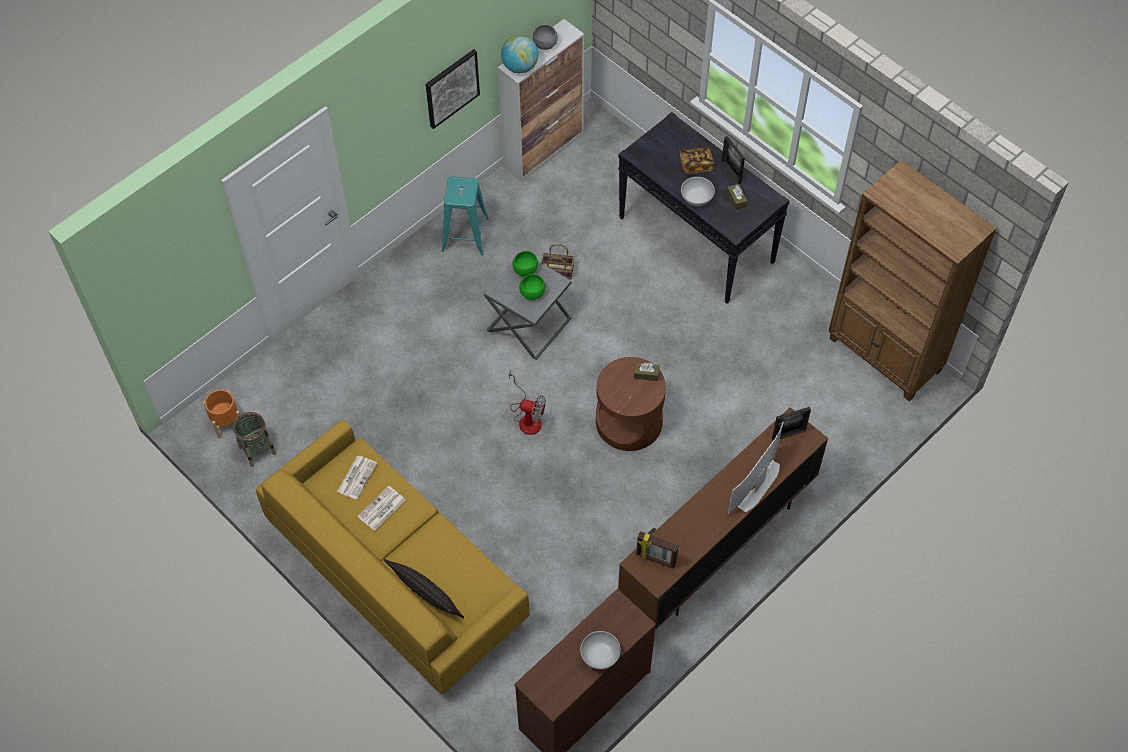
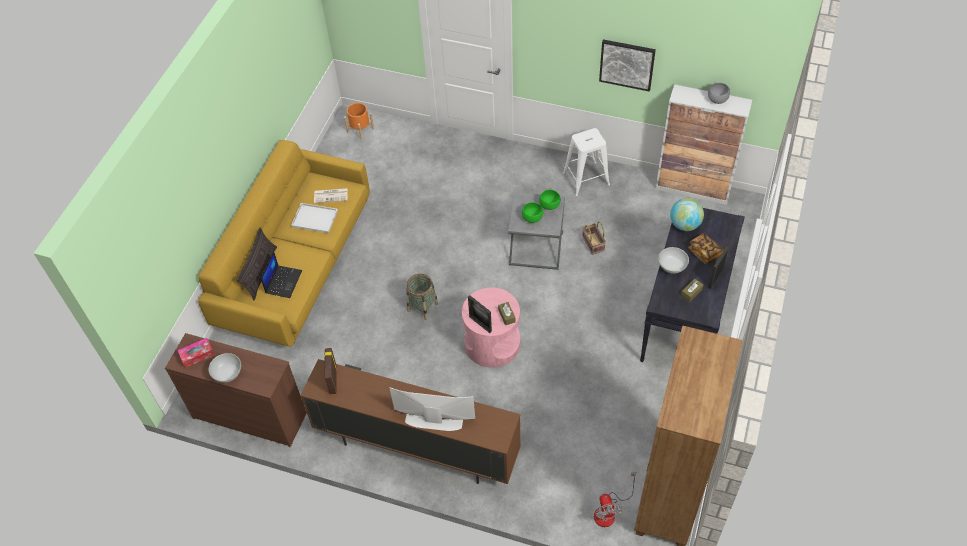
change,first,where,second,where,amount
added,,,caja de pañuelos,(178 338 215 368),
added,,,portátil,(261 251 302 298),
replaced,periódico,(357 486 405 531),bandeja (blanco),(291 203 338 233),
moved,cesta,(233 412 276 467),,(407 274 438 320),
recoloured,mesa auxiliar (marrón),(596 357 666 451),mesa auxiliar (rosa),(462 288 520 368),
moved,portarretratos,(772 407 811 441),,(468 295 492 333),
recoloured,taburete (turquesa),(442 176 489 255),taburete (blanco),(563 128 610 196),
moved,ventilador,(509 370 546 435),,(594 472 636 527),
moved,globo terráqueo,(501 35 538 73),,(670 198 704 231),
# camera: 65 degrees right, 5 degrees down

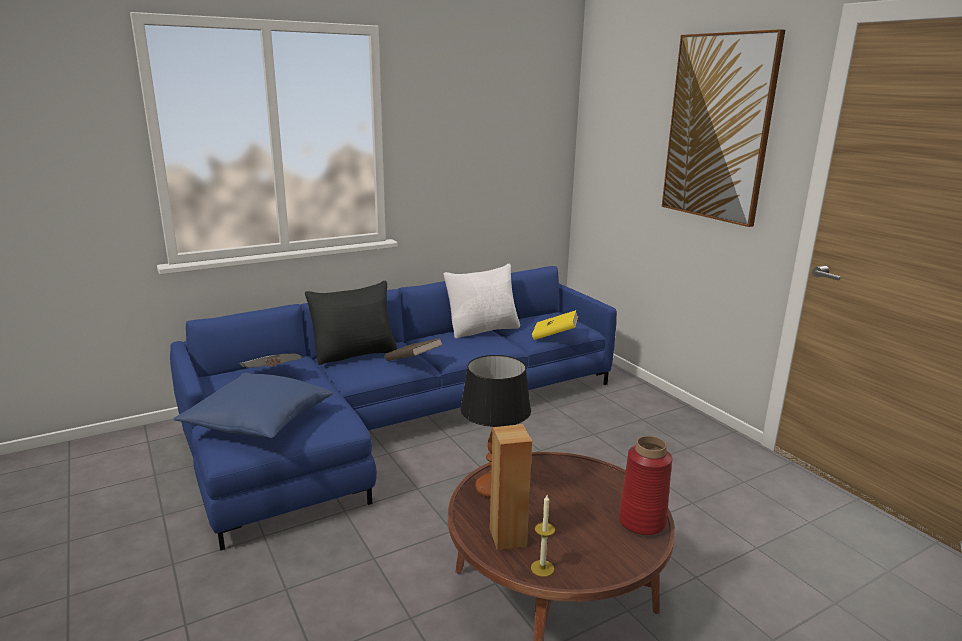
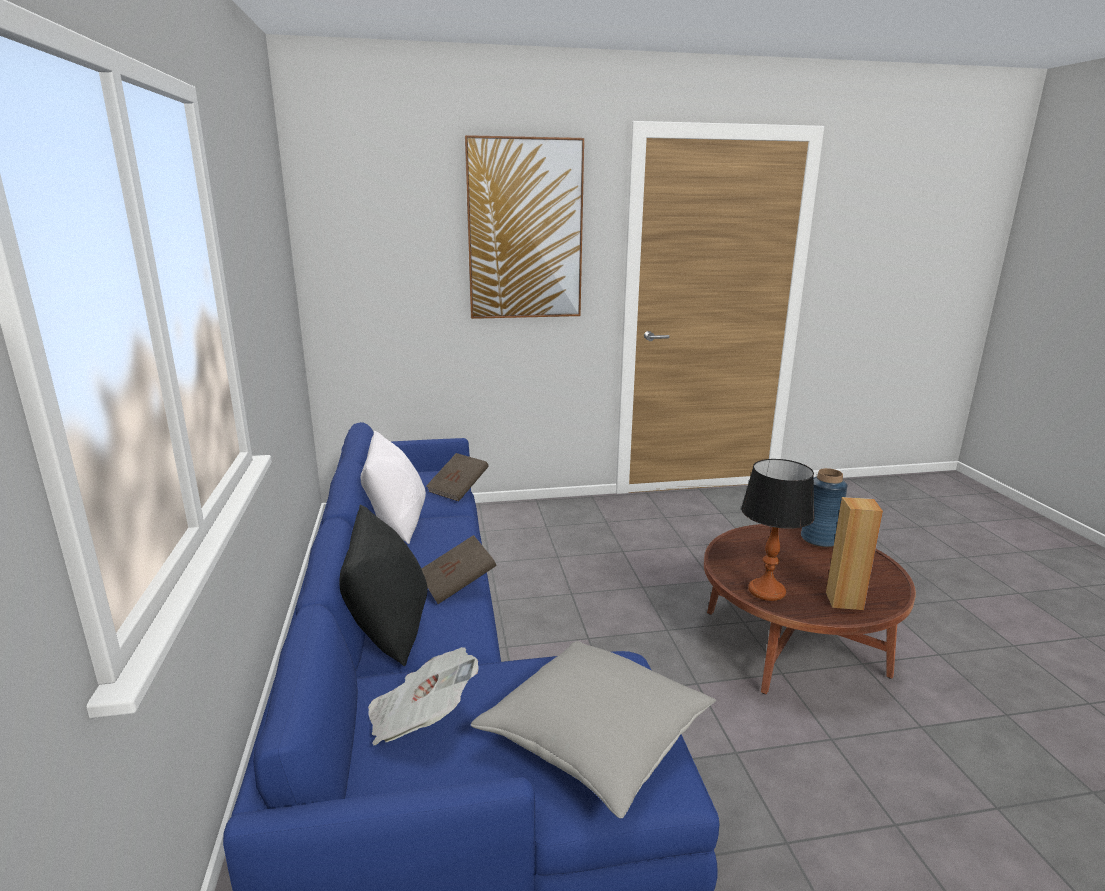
change,first,where,second,where,amount
recoloured,libro (amarillo),(532 310 578 340),libro (marrón),(426 453 488 501),
recoloured,cojín (azul),(174 373 333 438),cojín (gris),(470 641 716 818),
recoloured,florero (rojo),(619 436 672 535),florero (azul),(801 468 847 547),
removed,vela,(531 495 555 577),,,
# camera: 70 degrees left, 0 degrees up

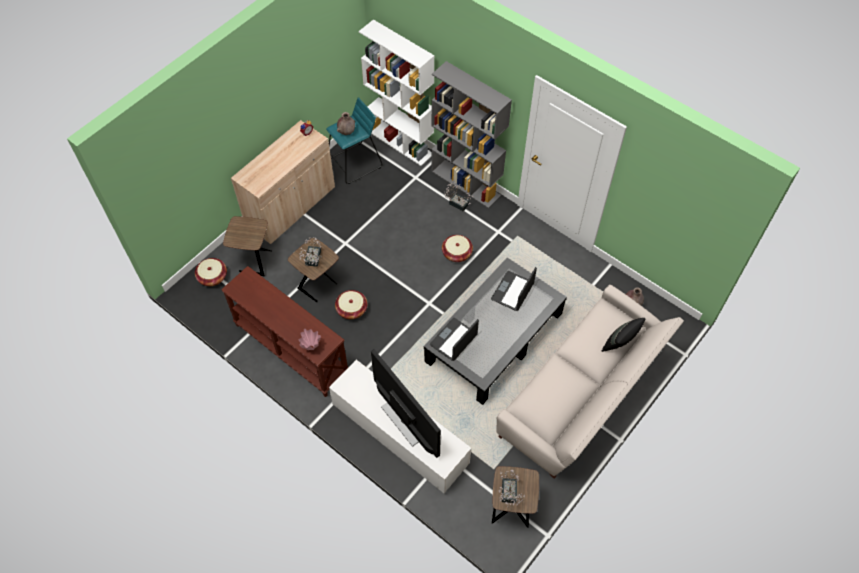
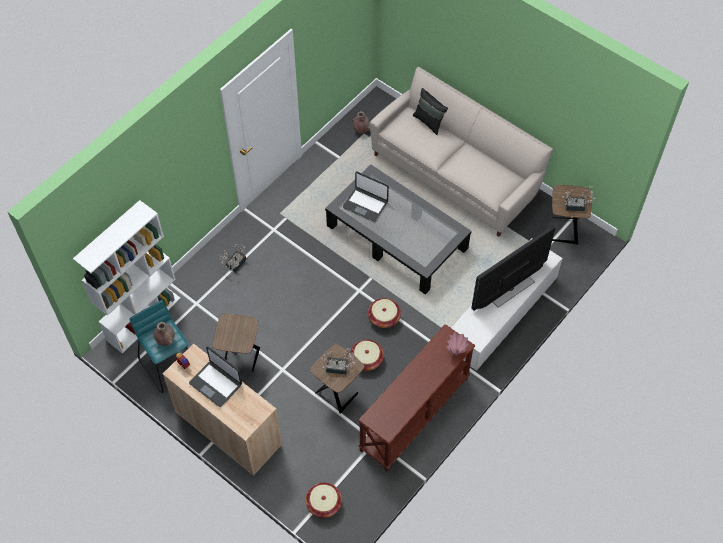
change,first,where,second,where,amount
moved,portátil,(430 318 479 361),,(189 346 242 407),
moved,mesa auxiliar (marrón),(223 216 272 276),,(212 314 260 372),
moved,cesta,(442 235 473 262),,(368 298 401 328),
removed,estantería (gris),(431 61 512 209),,,
# camera: 90 degrees left, 0 degrees up

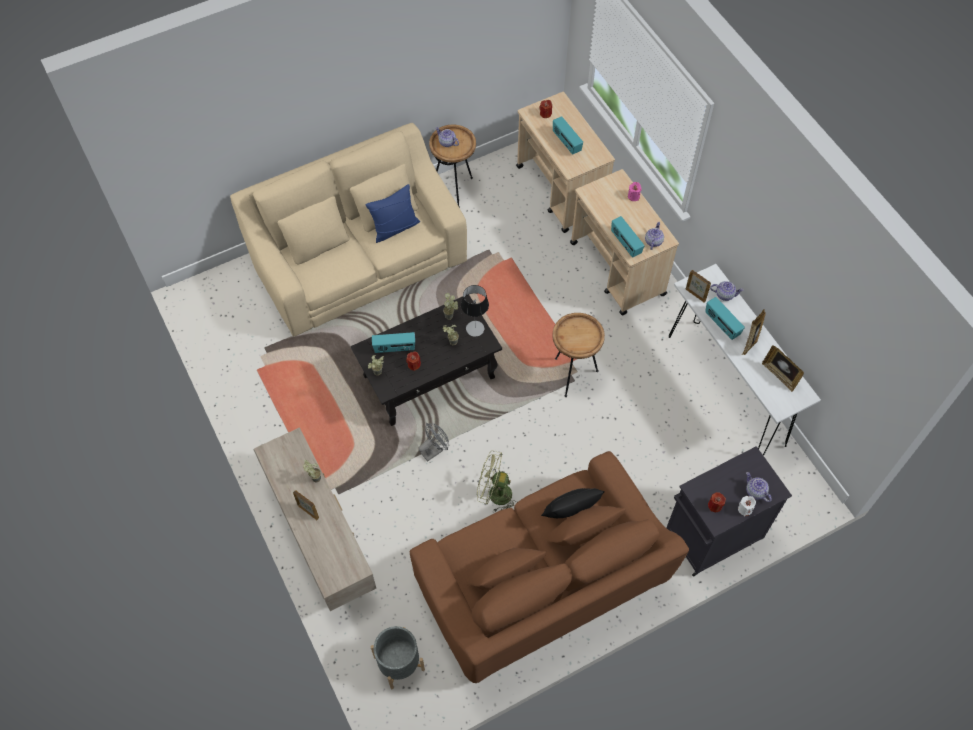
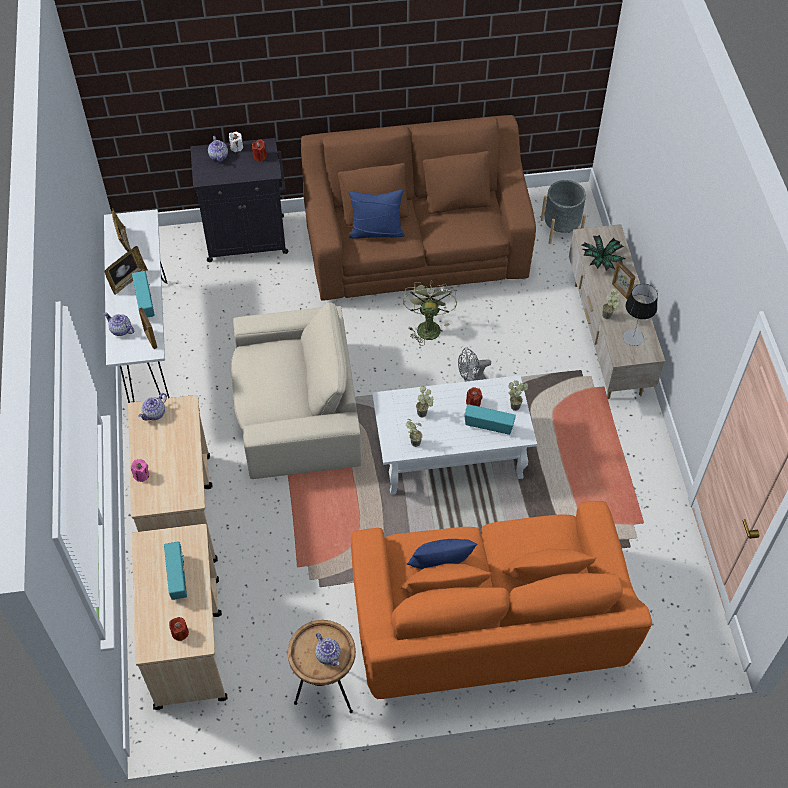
change,first,where,second,where,amount
replaced,mesa auxiliar (marrón),(552 313 605 397),sillón (beis),(231 302 361 479),
recoloured,cojín (negro),(541 488 605 518),cojín (azul),(349 190 405 238),
recoloured,sofá (beis),(230 123 467 336),sofá (naranja),(351 501 652 699),
recoloured,mesa de centro (negro),(351 295 502 426),mesa de centro (blanco),(372 375 537 495),
turned,ventilador (verde),(477 451 517 512),,(403 280 457 346),120 degrees counterclockwise
added,,,planta en maceta,(582 235 626 271),
moved,lámpara de mesa,(461 285 489 337),,(623 284 658 346),
removed,radio,(611 216 644 258),,,
# camera: 160 degrees left, 5 degrees down

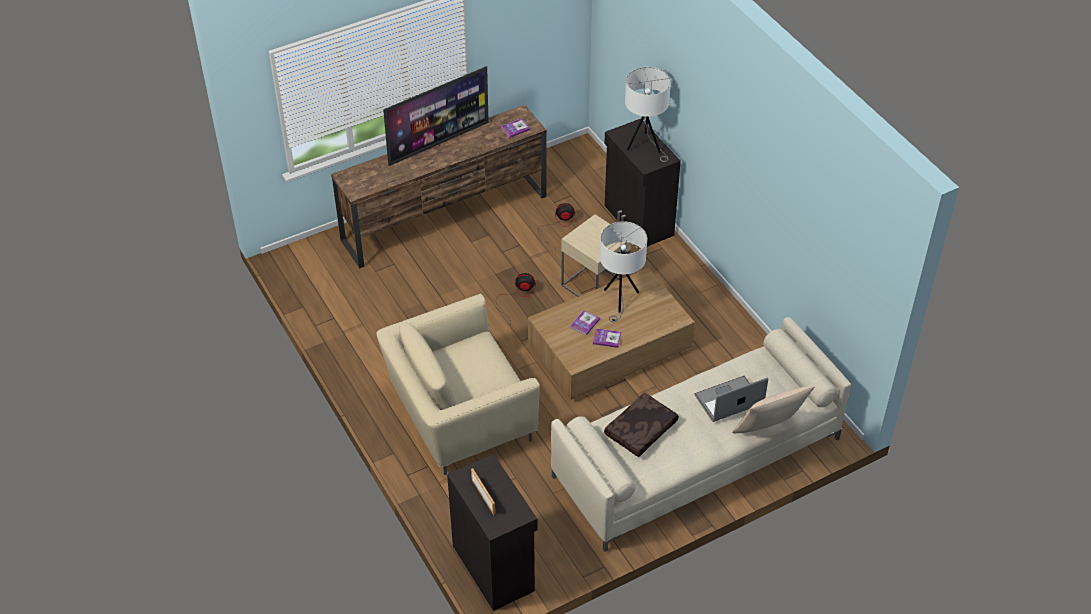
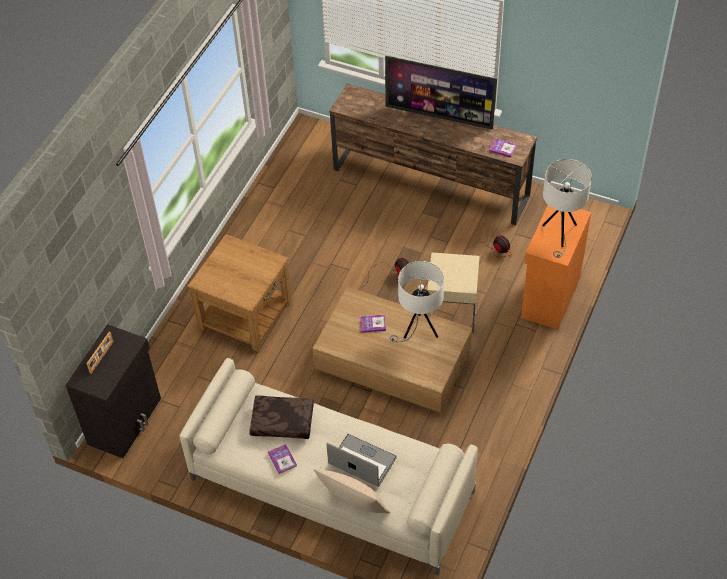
change,first,where,second,where,amount
replaced,sillón (beis),(377 294 540 475),mesa auxiliar (marrón),(187 234 292 352),
moved,libro,(593 328 621 348),,(268 444 297 474),
recoloured,armario (negro),(604 119 681 247),armario (naranja),(521 205 591 330),
# camera: 55 degrees right, 5 degrees up

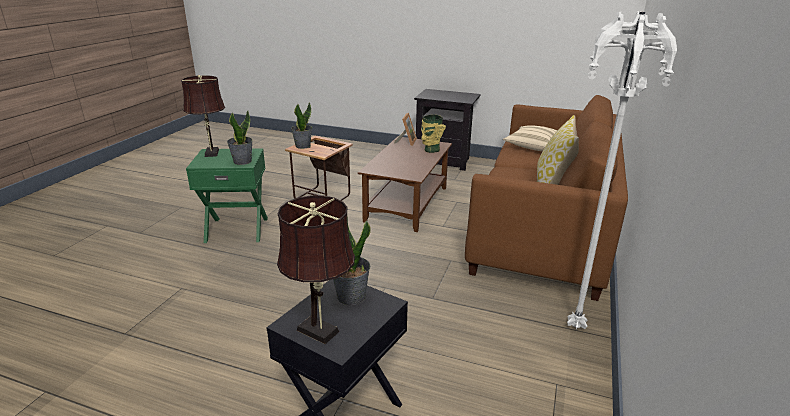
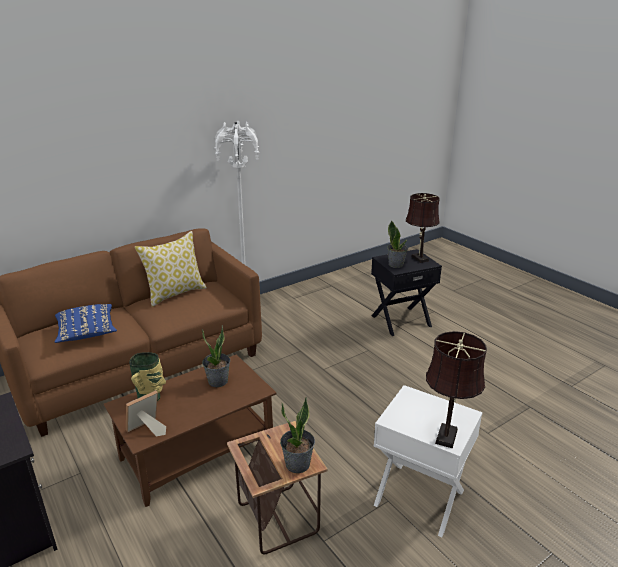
change,first,where,second,where,amount
recoloured,cojín (beis),(503 125 558 151),cojín (azul),(55 304 117 343),
moved,planta en maceta,(227 111 253 165),,(202 325 230 387),
recoloured,mesa auxiliar (verde),(186 148 268 243),mesa auxiliar (blanco),(374 385 483 537),
# camera: 145 degrees left, 0 degrees up

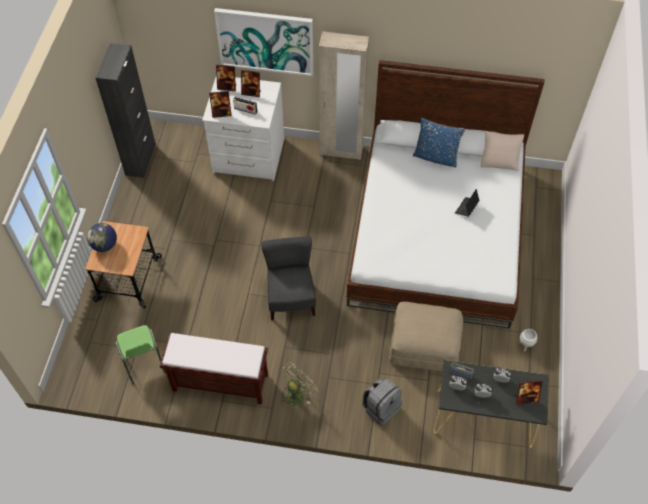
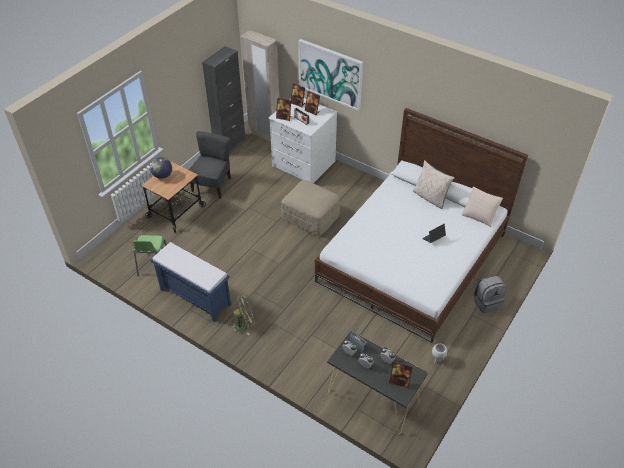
change,first,where,second,where,amount
recoloured,banco (marrón),(160 333 268 405),banco (azul),(150 242 231 322),
moved,silla (gris),(261 237 316 320),,(189 131 231 199),
moved,armario ropero (beis),(319 31 369 160),,(241 30 279 142),
moved,puf (beis),(389 301 463 372),,(281 180 340 236),
recoloured,cojín (azul),(413 117 465 167),cojín (beis),(413 160 455 209),
moved,mochila (gris),(362 378 402 426),,(473 276 506 313),
# camera: 25 degrees right, 10 degrees down

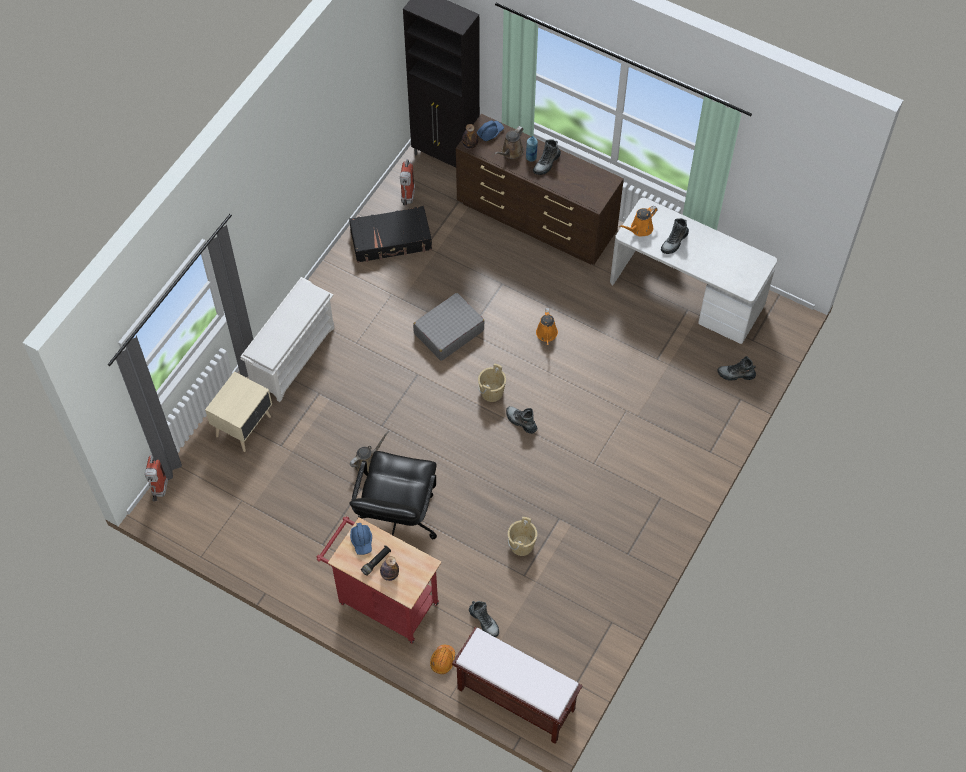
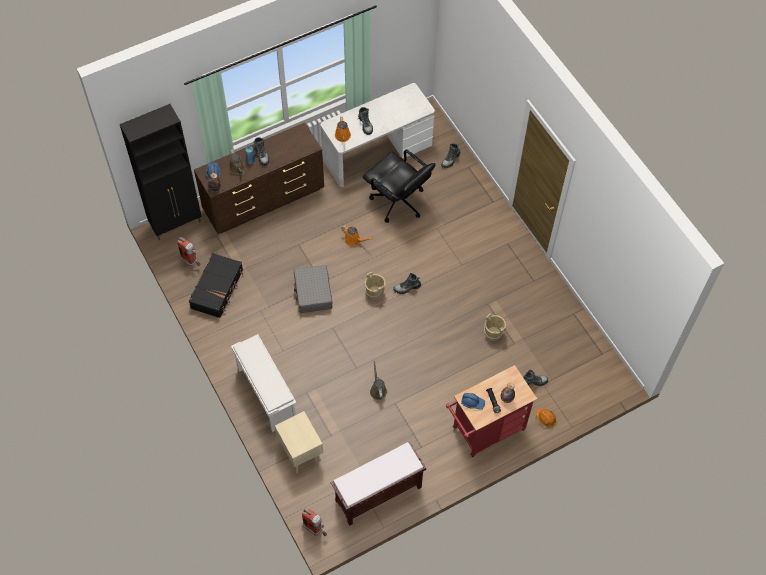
change,first,where,second,where,amount
moved,banco (marrón),(452 627 583 744),,(330 442 426 526),
moved,silla de oficina (negro),(350 451 437 539),,(363 149 435 223),
# camera: 60 degrees left, 0 degrees up

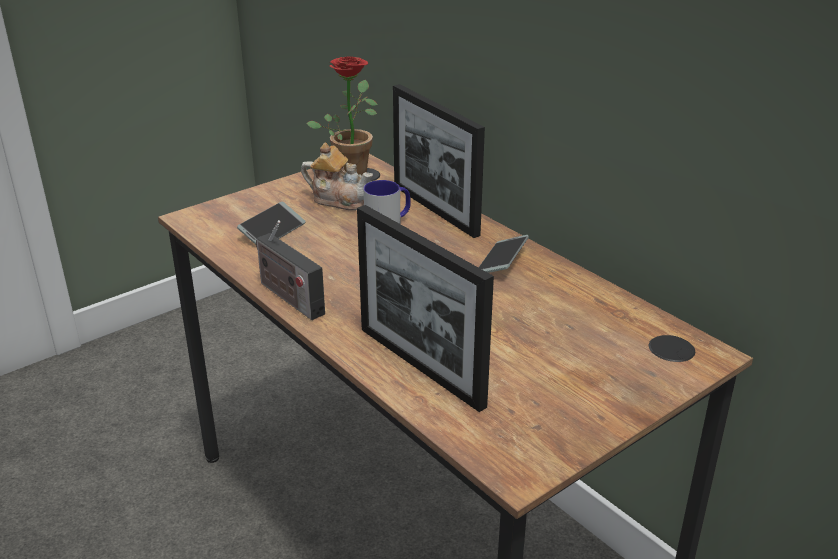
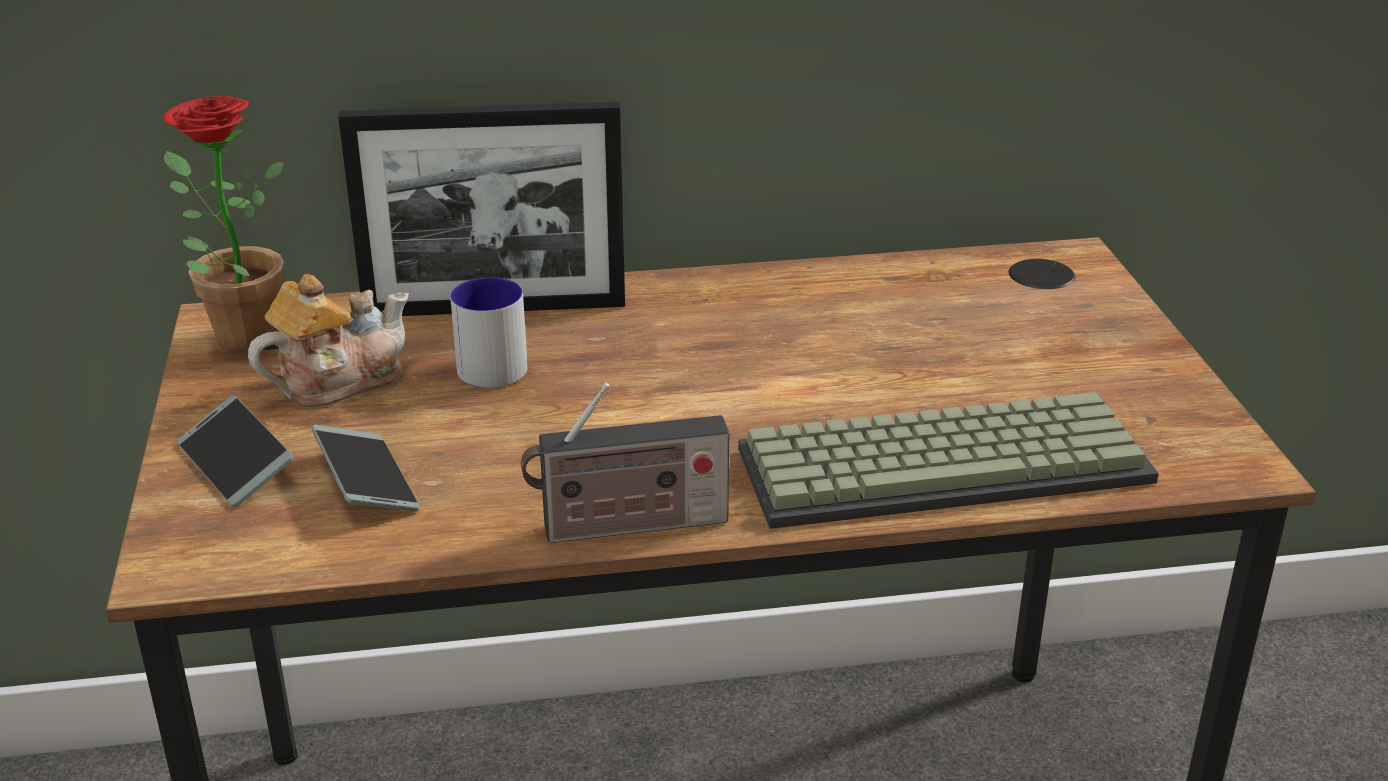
change,first,where,second,where,amount
moved,móvil,(478 235 529 273),,(177 396 293 507),
replaced,portarretratos,(357 205 494 412),teclado,(738 392 1159 529),
# camera: 60 degrees left, 0 degrees up

